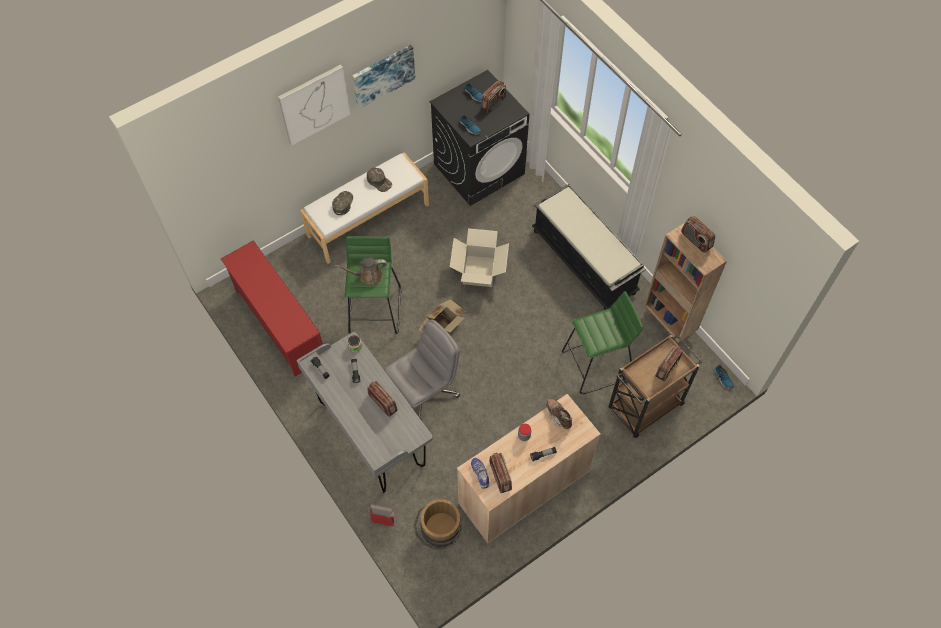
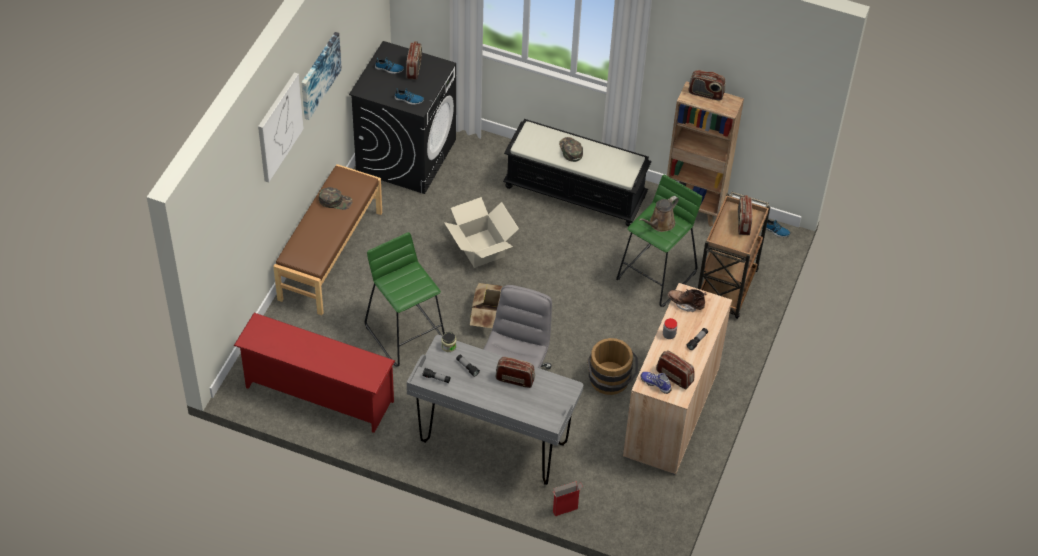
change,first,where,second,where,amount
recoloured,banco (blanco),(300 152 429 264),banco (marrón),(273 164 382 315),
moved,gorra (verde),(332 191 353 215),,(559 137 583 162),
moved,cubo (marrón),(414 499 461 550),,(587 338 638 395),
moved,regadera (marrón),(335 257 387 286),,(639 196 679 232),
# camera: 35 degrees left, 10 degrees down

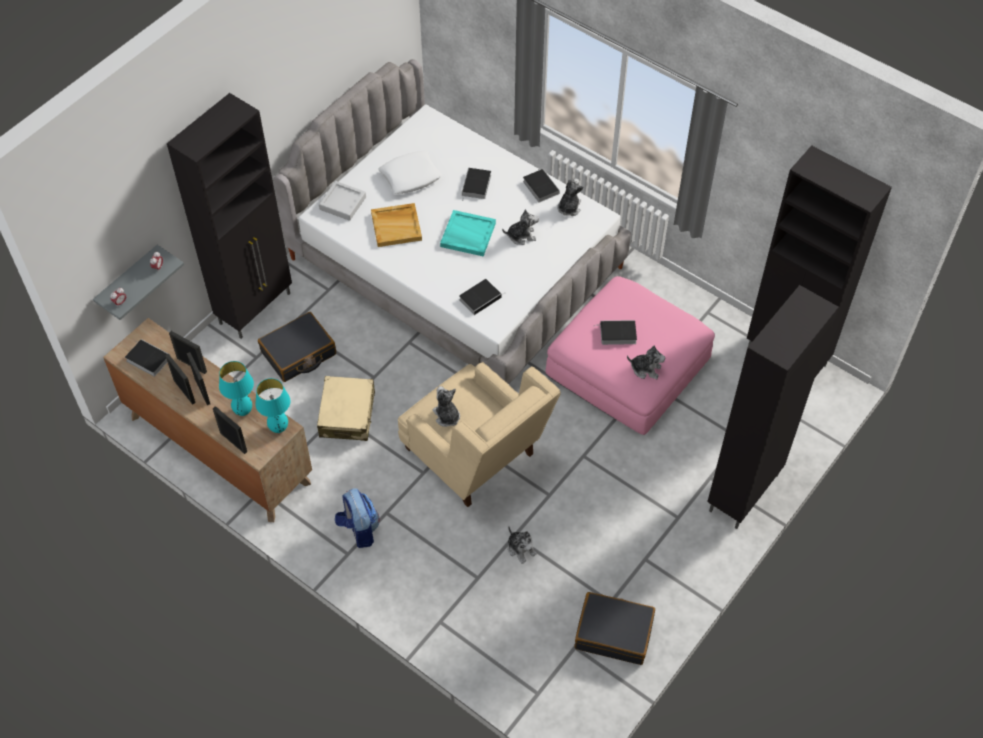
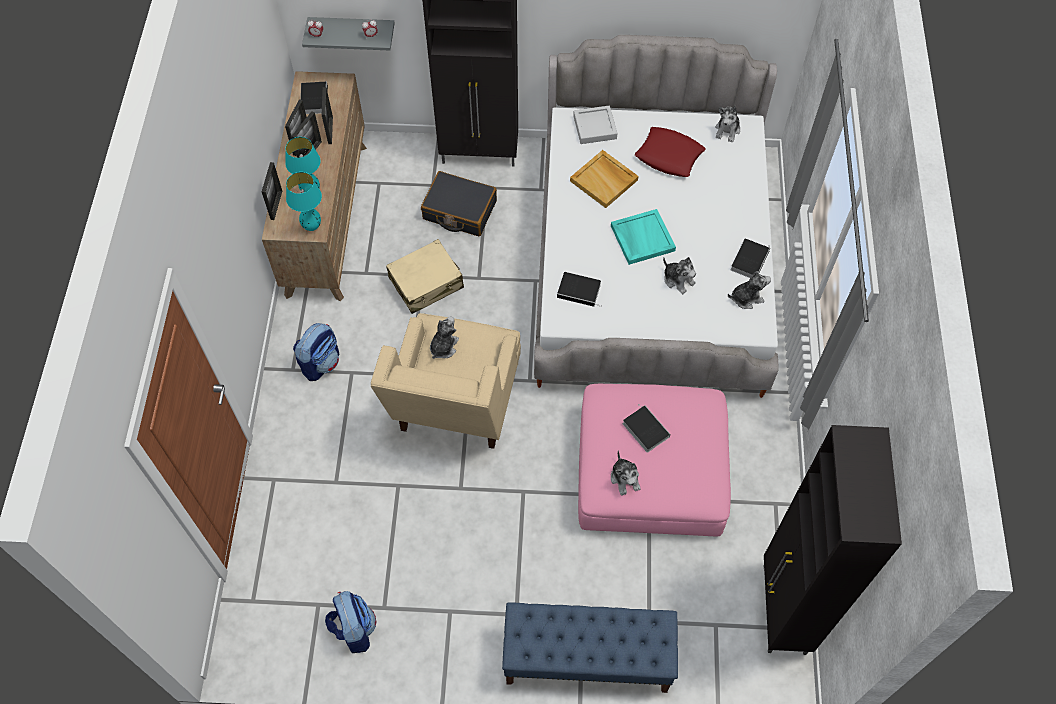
change,first,where,second,where,amount
replaced,maleta (negro),(574 592 655 665),mochila,(325 591 376 653),
replaced,armario (negro),(707 285 839 529),banco (azul),(502 602 678 693),
recoloured,cojín (blanco),(378 151 442 194),cojín (rojo),(635 127 705 177),
moved,peluche,(508 526 537 564),,(716 105 740 142),
removed,libro,(462 168 491 199),,,
# camera: 55 degrees right, 5 degrees up

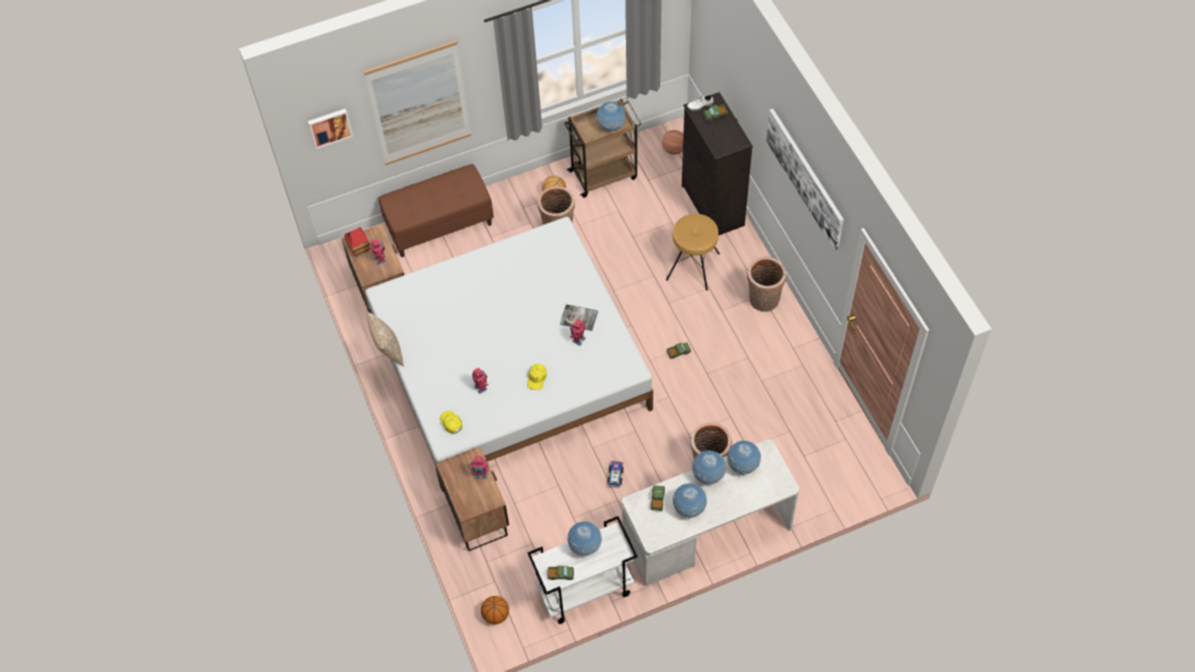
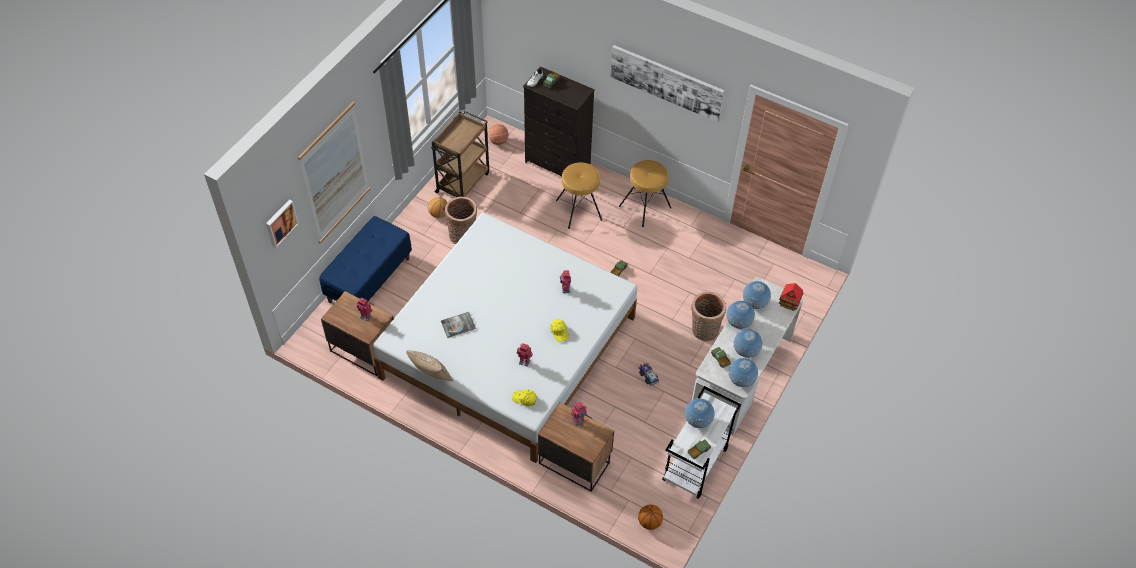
change,first,where,second,where,amount
recoloured,banco (marrón),(379 164 494 257),banco (azul),(319 216 412 303),
moved,libro,(560 304 598 331),,(441 312 476 338),
replaced,cesta,(747 257 786 312),taburete (marrón),(619 160 671 227),
moved,globo terráqueo,(596 101 626 132),,(729 357 758 387),
moved,casita,(344 227 371 257),,(779 283 803 311),
# camera: 40 degrees left, 5 degrees down

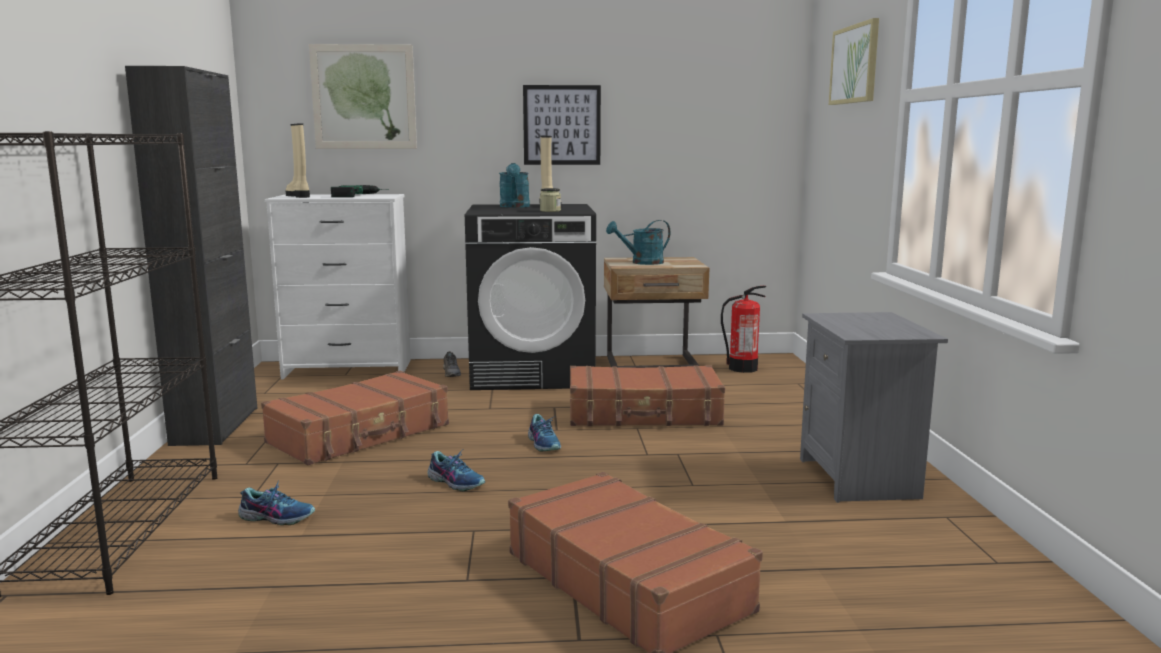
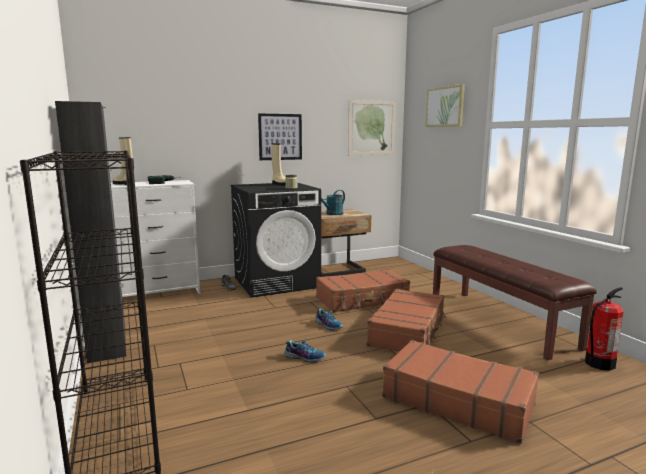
change,first,where,second,where,amount
moved,cuadro,(309 44 417 149),,(348 100 396 155),
moved,maleta (marrón),(261 371 449 465),,(367 289 446 352),
replaced,mesita de noche (gris),(800 312 948 503),banco (marrón),(433 245 597 360),
moved,extintor,(721 286 766 373),,(585 287 623 371),
removed,zapato,(238 480 315 525),,,
removed,regadera (turquesa),(499 163 530 208),,,
# camera: 20 degrees left, 0 degrees up

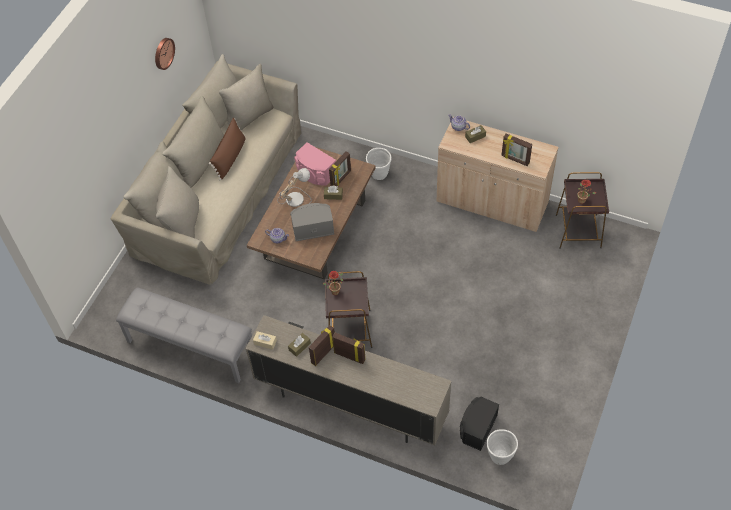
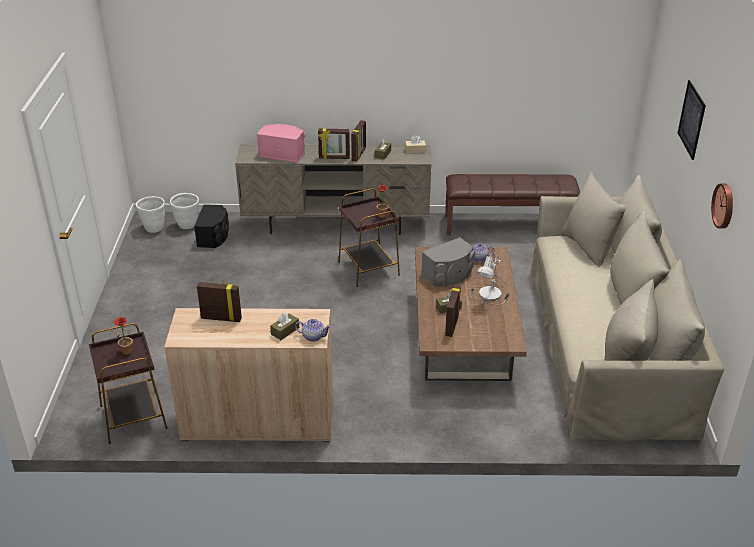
change,first,where,second,where,amount
moved,maceta (blanco),(366 148 391 180),,(136 196 165 233),
moved,altavoz (rosa),(294 143 336 185),,(257 124 305 163),
recoloured,banco (gris),(116 288 252 383),banco (marrón),(445 174 580 236),
added,,,cuadro,(678 80 706 160),
removed,cojín (marrón),(209 118 245 180),,,
# camera: 155 degrees right, 20 degrees down

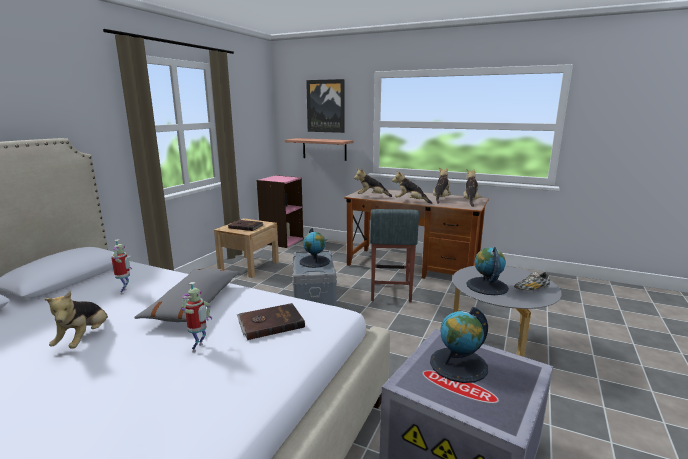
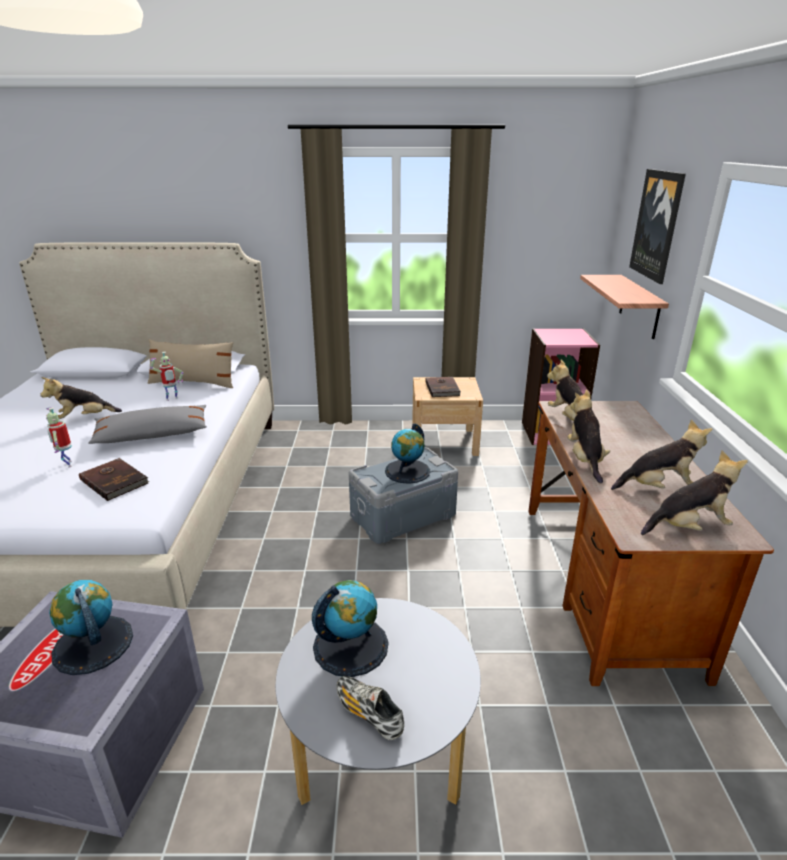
change,first,where,second,where,amount
turned,robot de juguete,(182 282 212 353),,(46 407 72 468),75 degrees clockwise
added,,,cojín (beis),(148 339 233 388),
removed,taburete (gris),(370 209 419 302),,,
# camera: 65 degrees right, 10 degrees up

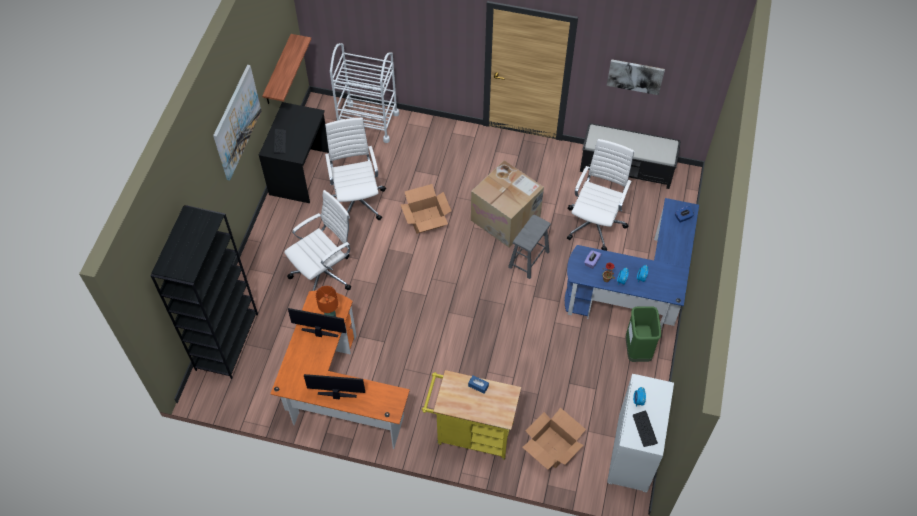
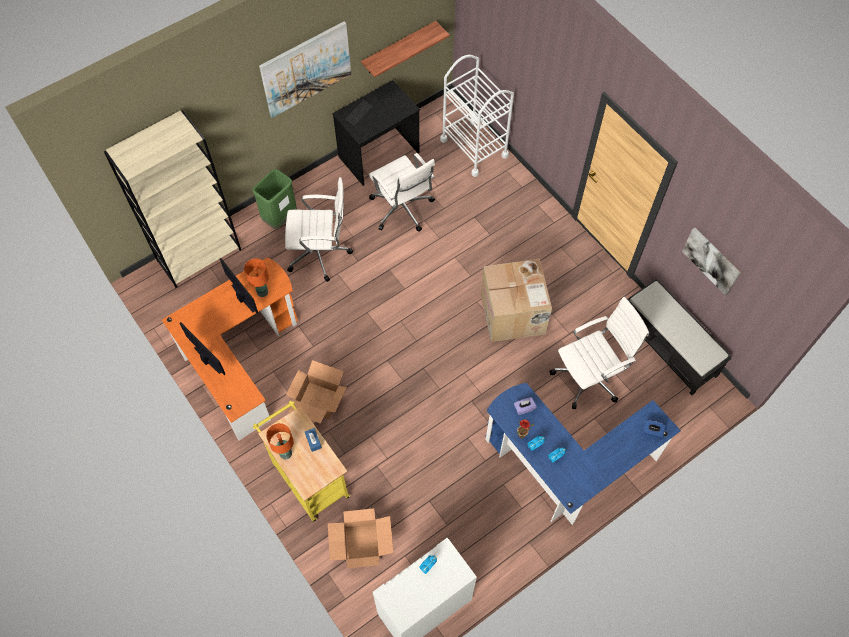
change,first,where,second,where,amount
recoloured,estantería (negro),(151 205 258 379),estantería (beis),(104 110 241 288),
moved,papelera (verde),(626 306 661 362),,(252 169 297 229),
added,,,lámpara de mesa (naranja),(266 423 294 459),
moved,caja de cartón,(400 184 451 234),,(286 360 347 423),
turned,silla de oficina (blanco),(325 117 386 220),,(369 153 435 232),120 degrees clockwise
removed,taburete (gris),(508 215 551 279),,,
removed,teclado,(633 411 658 447),,,
# camera: 40 degrees right, 5 degrees up

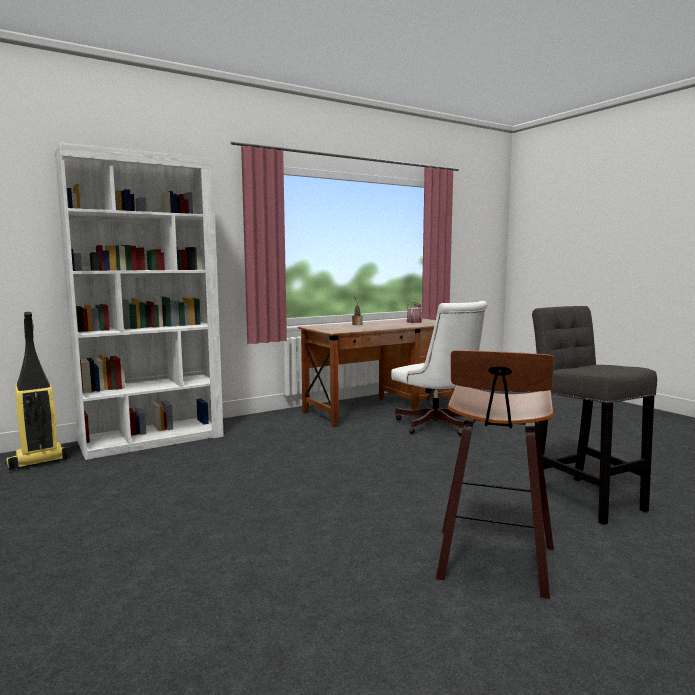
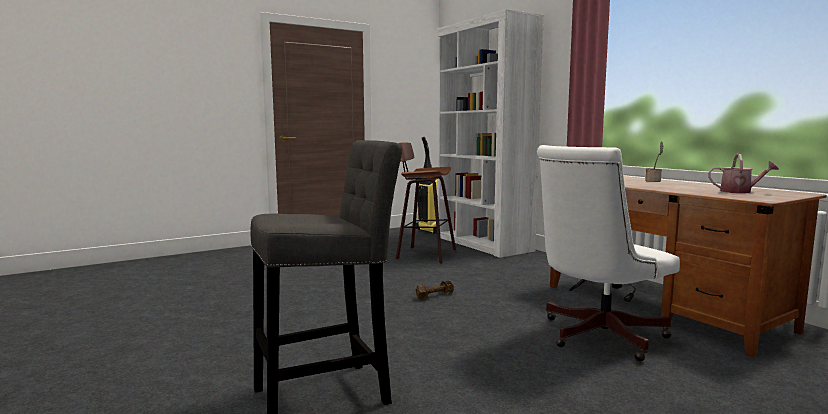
change,first,where,second,where,amount
moved,taburete,(436 350 554 599),,(396 143 456 264),
added,,,mancuerna (marrón),(416 280 454 299),
# camera: 90 degrees right, 0 degrees up

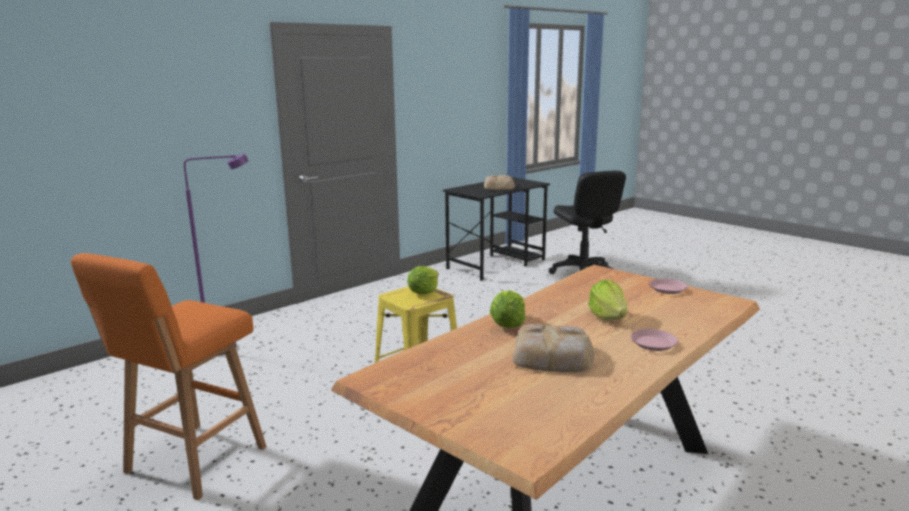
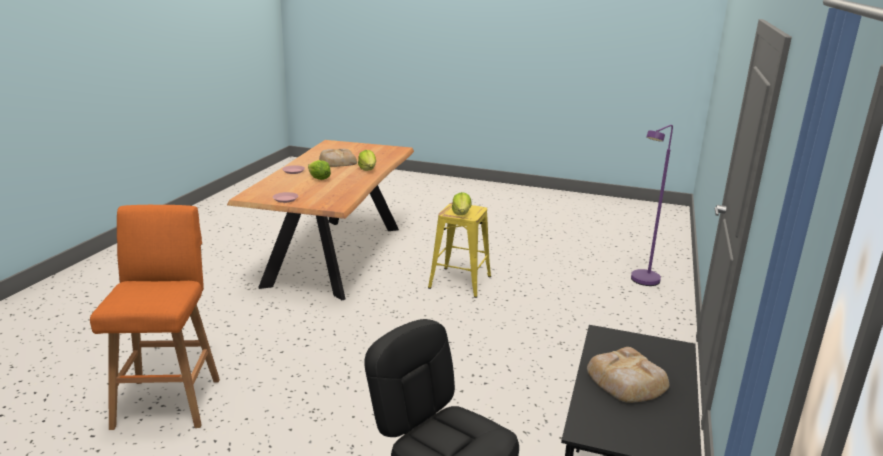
change,first,where,second,where,amount
moved,taburete (naranja),(71 253 267 500),,(90 205 220 430),
# camera: 150 degrees right, 5 degrees up

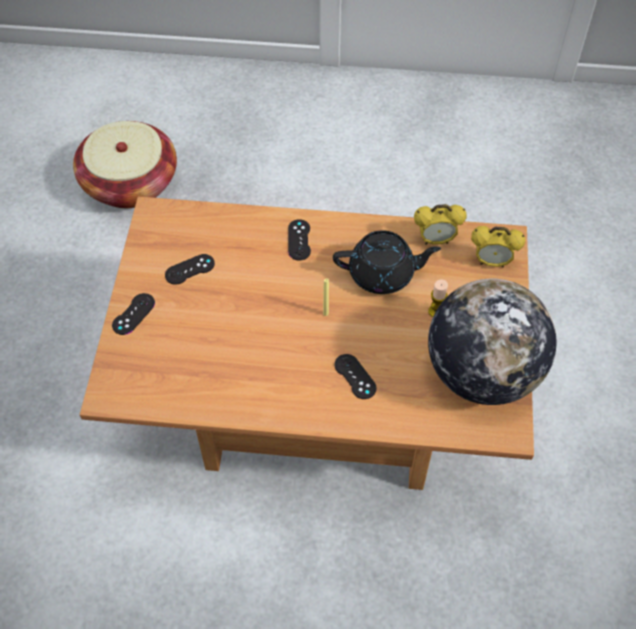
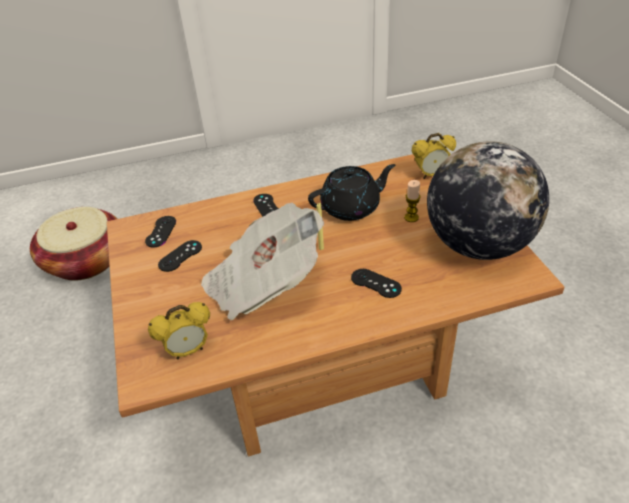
change,first,where,second,where,amount
moved,mando de consola (negro),(112 293 155 335),,(145 216 176 248),
moved,despertador,(414 204 467 245),,(148 302 210 359),
added,,,periódico,(201 203 324 320),
# camera: 20 degrees left, 15 degrees down

